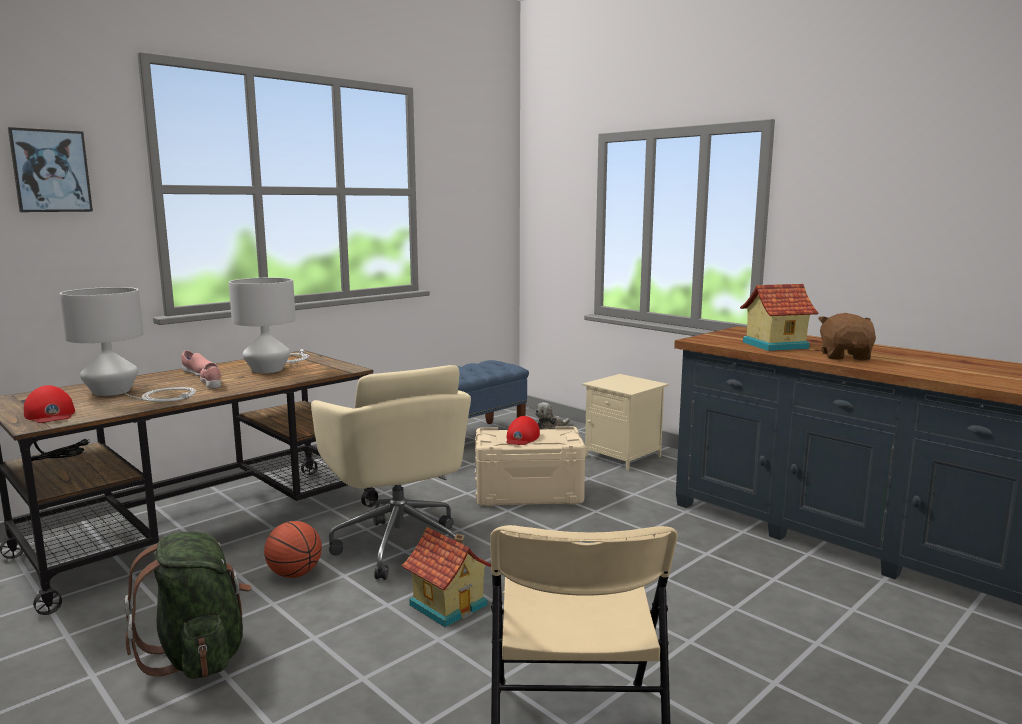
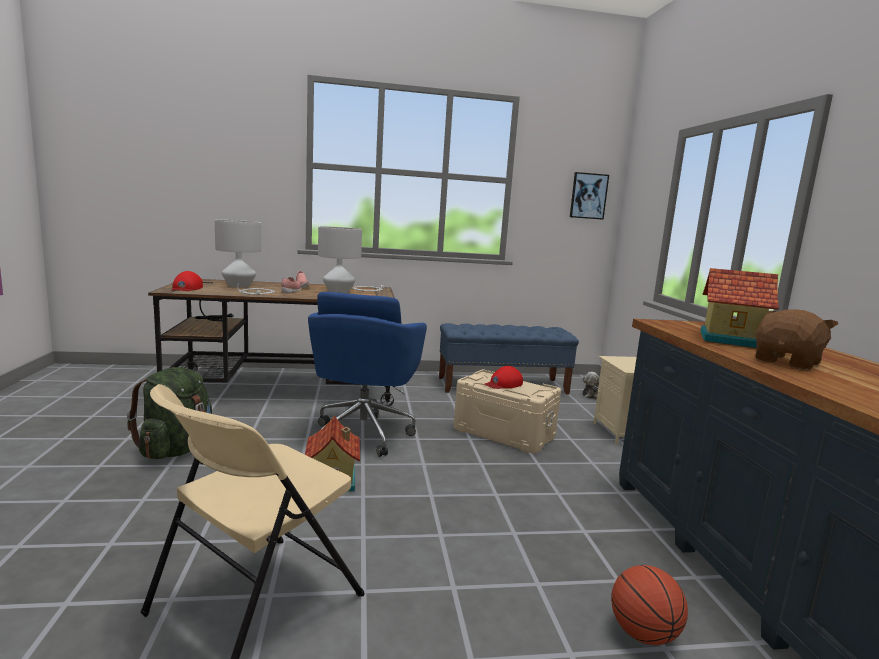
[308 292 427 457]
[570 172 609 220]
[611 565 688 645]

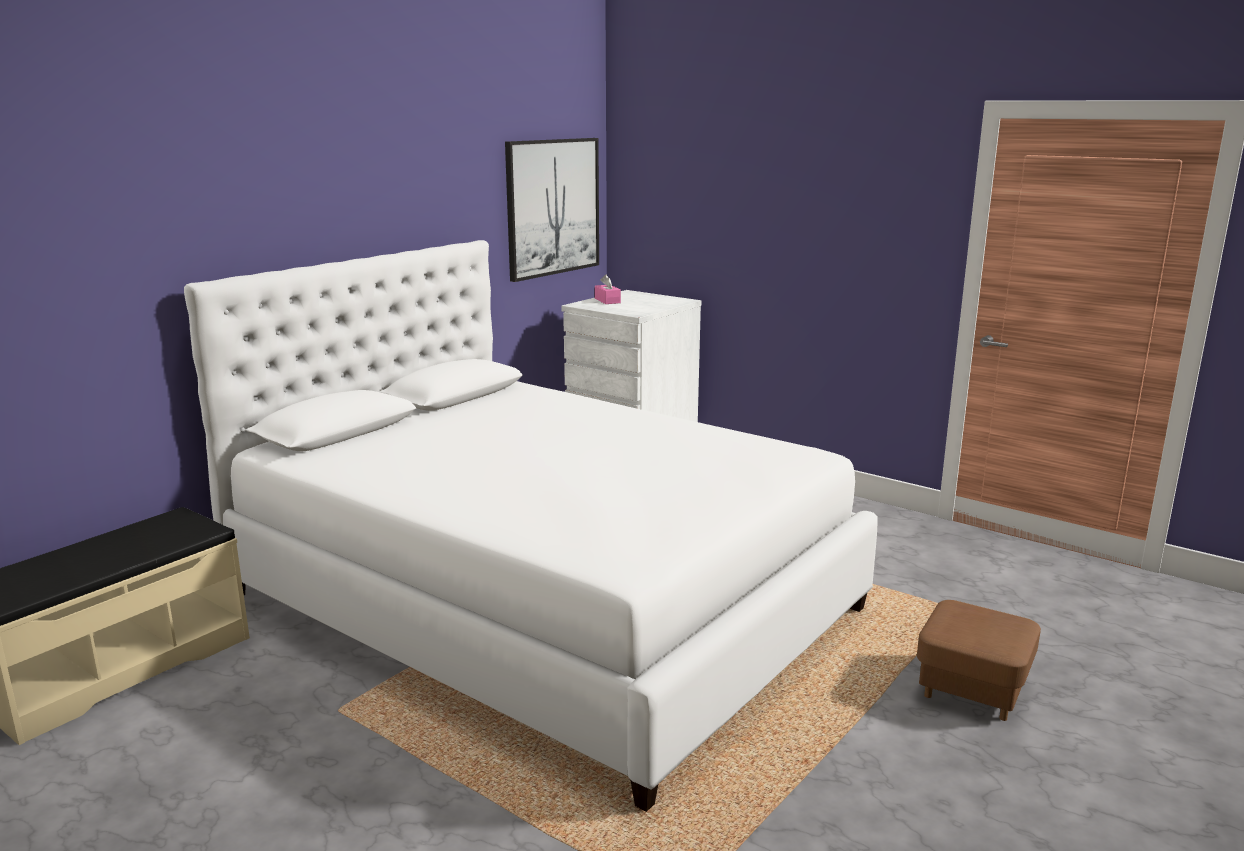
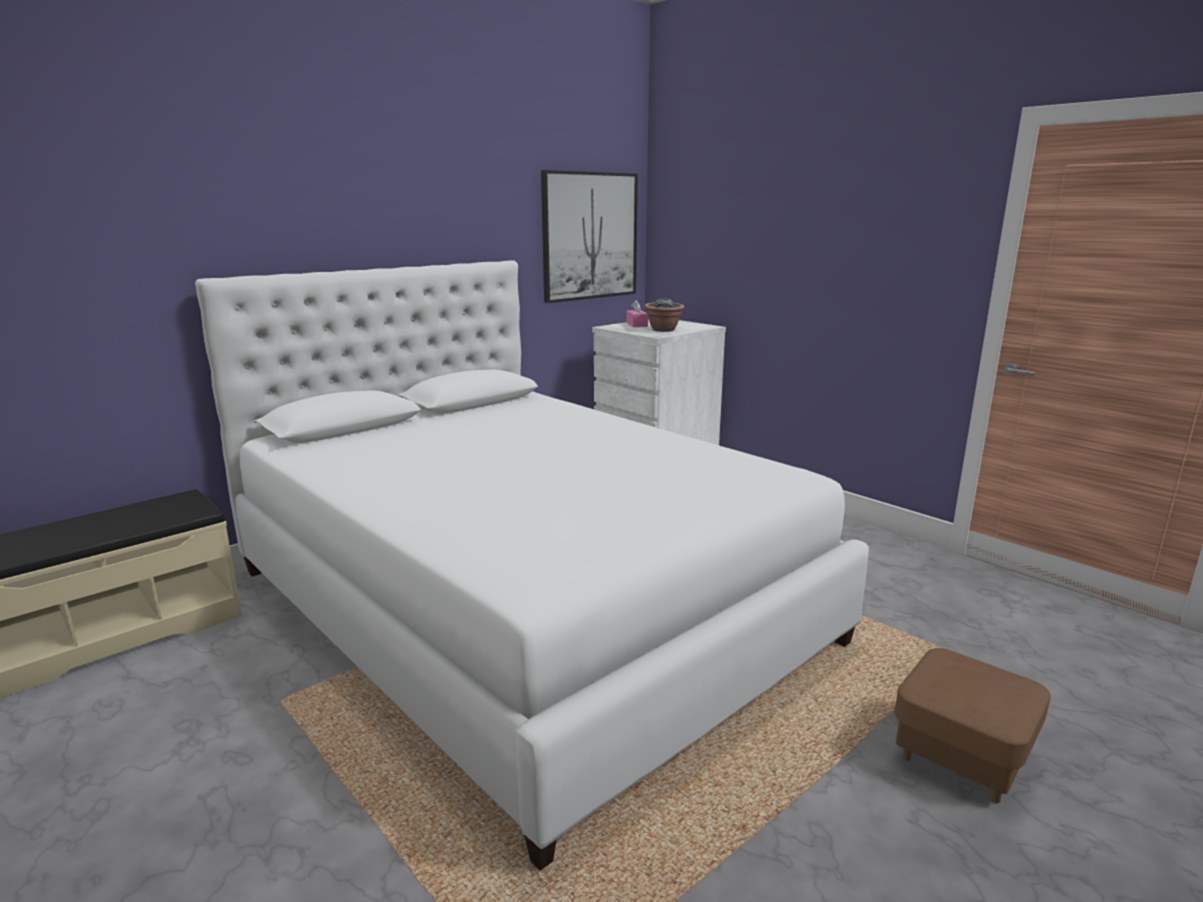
[644 297 685 332]

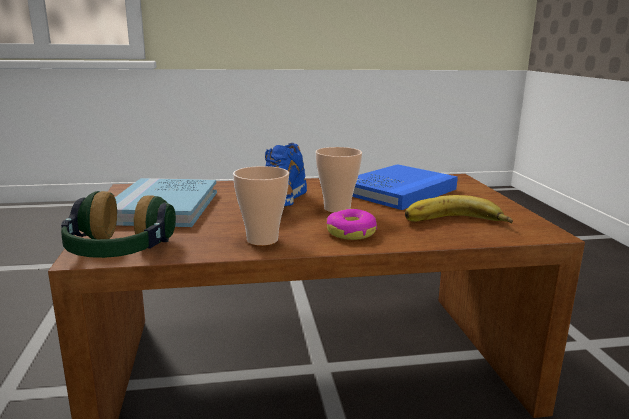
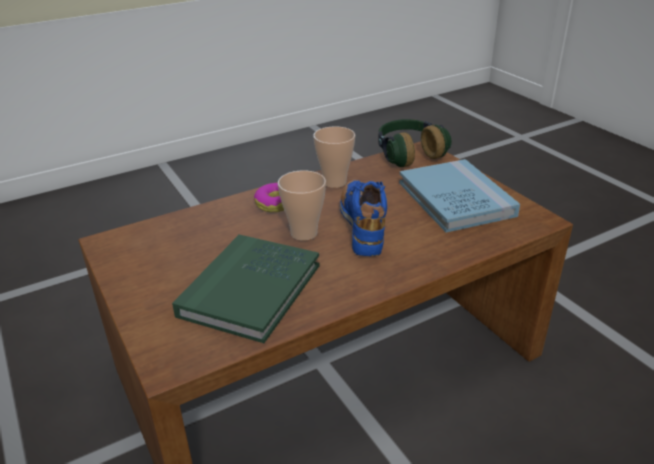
[172 235 319 343]
[405 195 513 224] (first image)

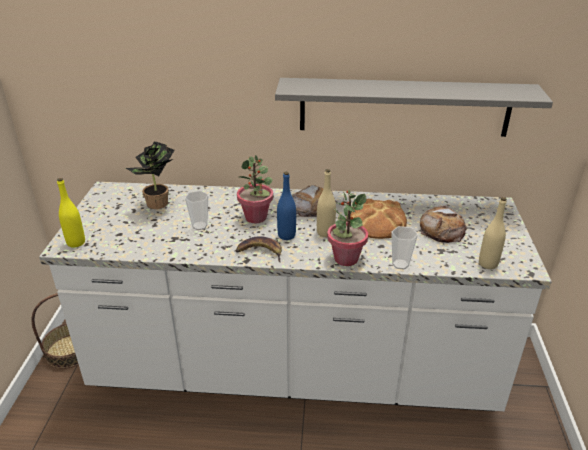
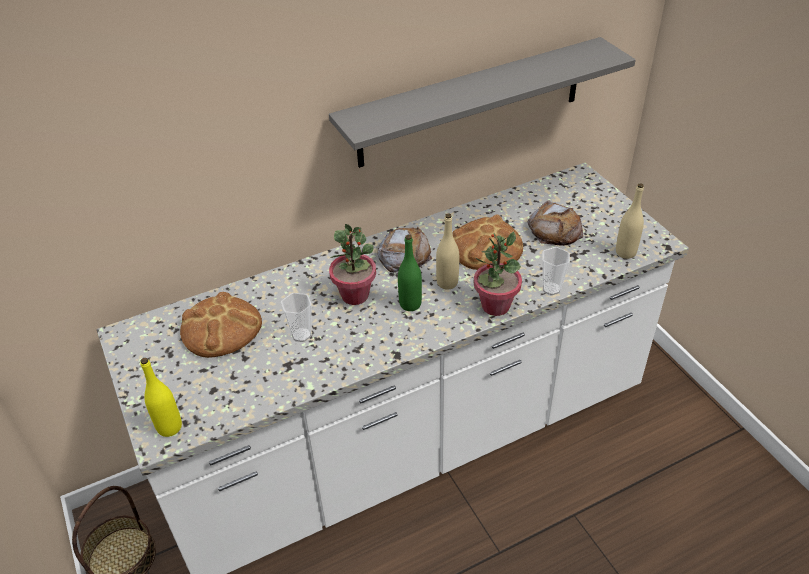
[180 292 262 358]
[398 235 422 311]
[236 236 282 262] (first image)

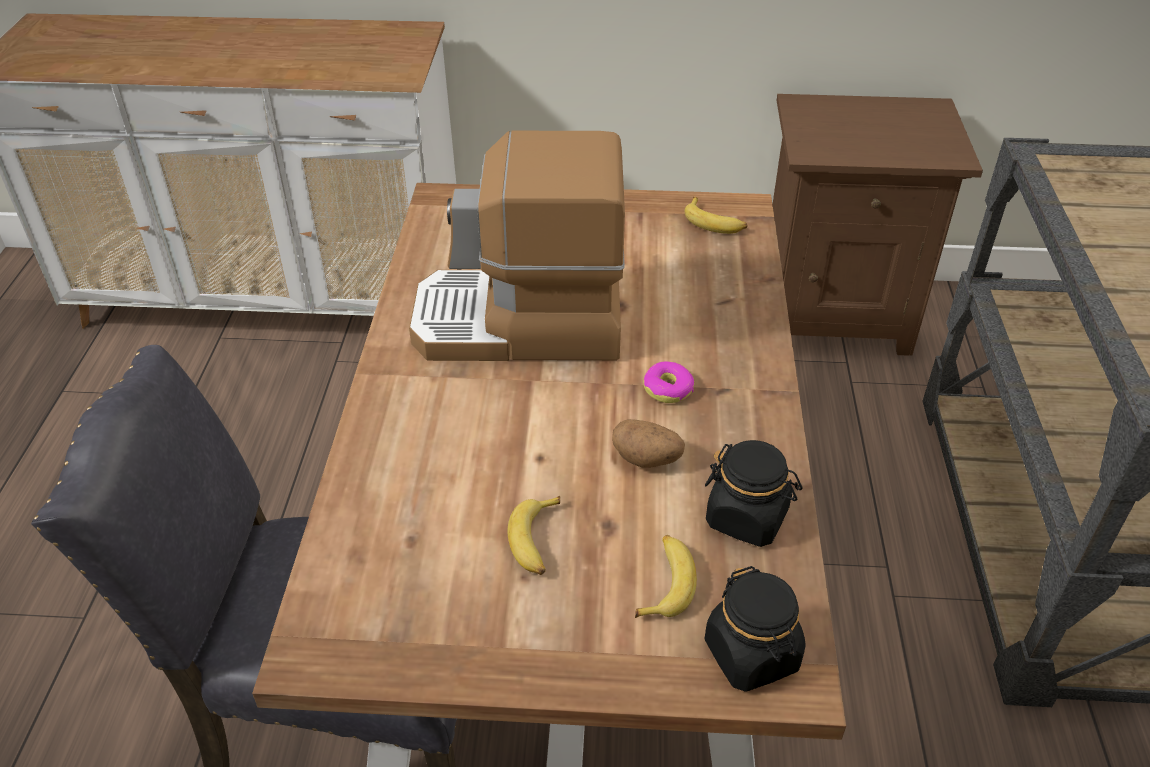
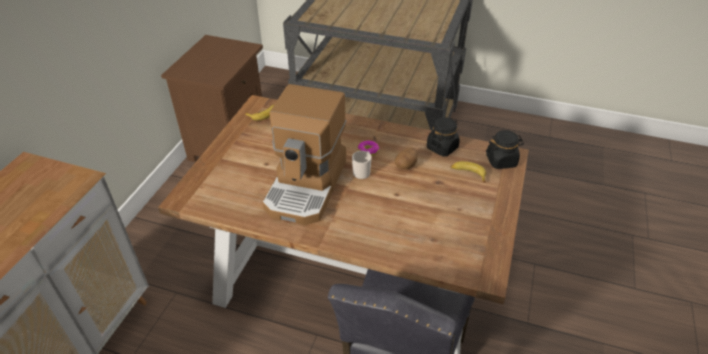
[352 151 372 179]
[508 496 560 575] (first image)

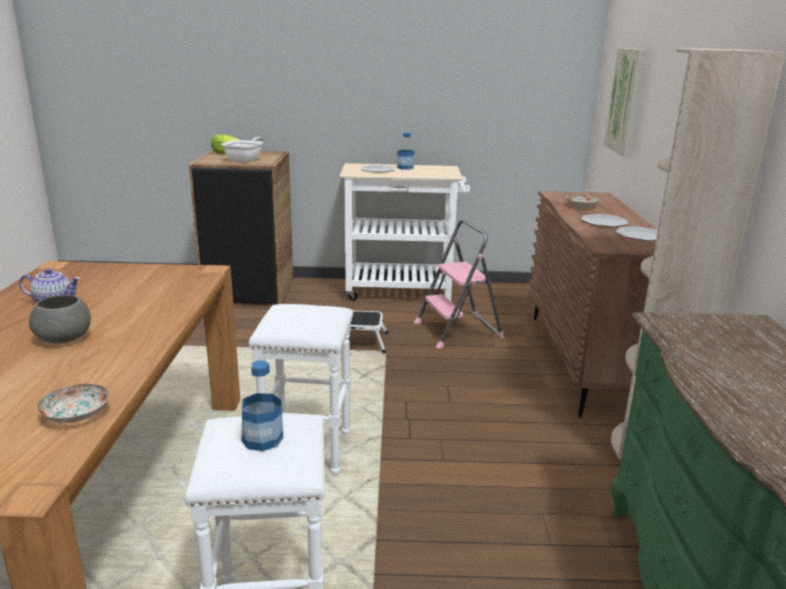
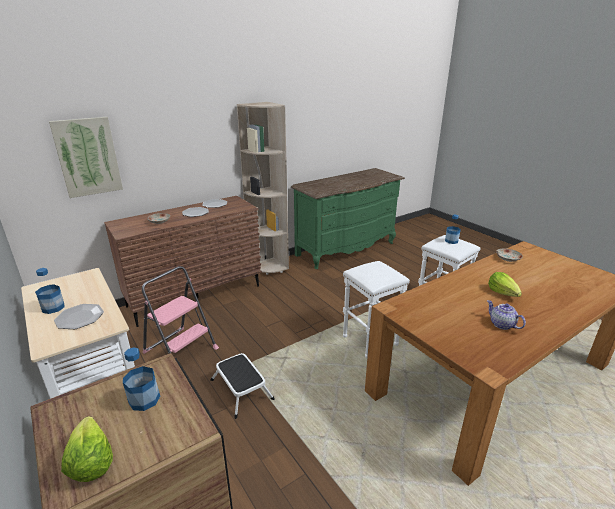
[123 347 160 411]
[488 272 522 297]

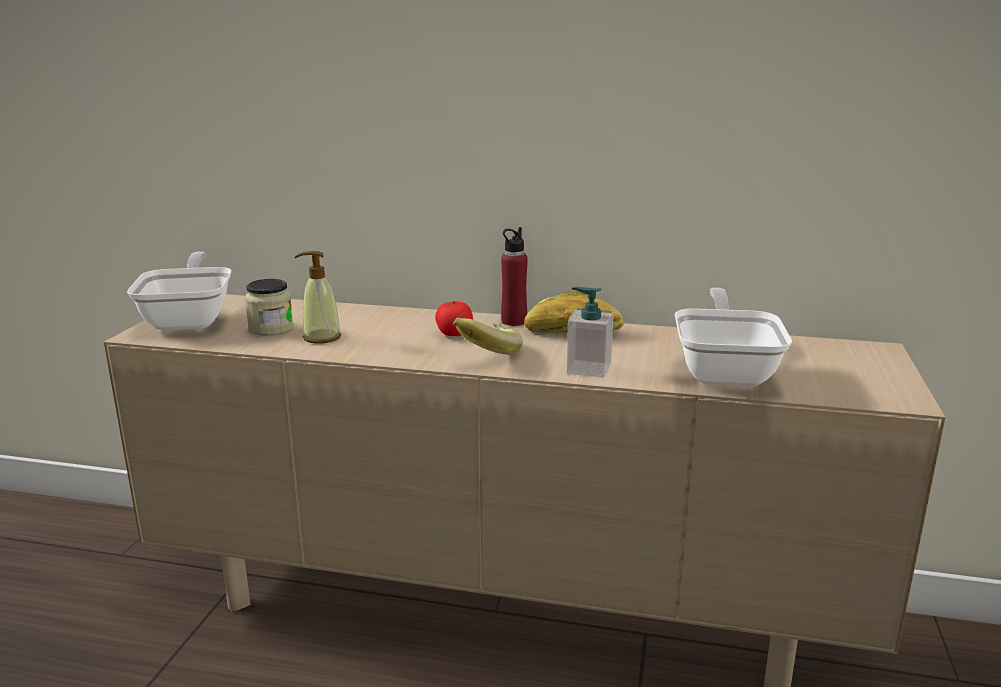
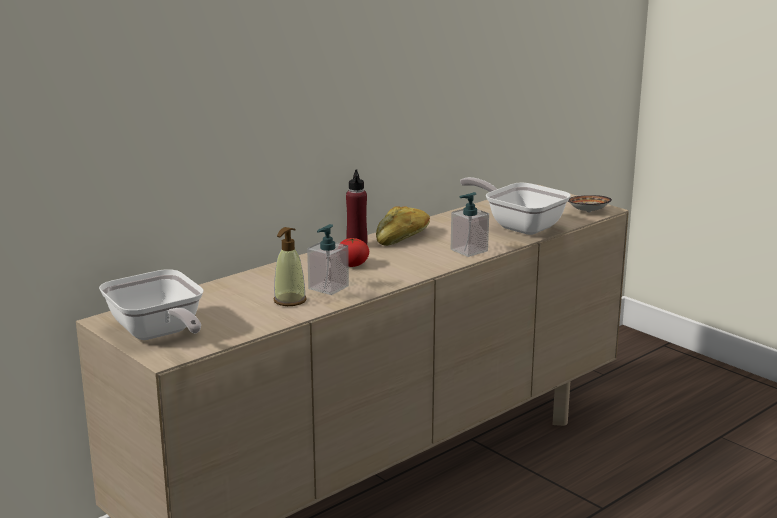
[99 269 204 340]
[307 224 349 295]
[568 195 612 212]
[245 279 293 336] (first image)
[453 318 523 354] (first image)

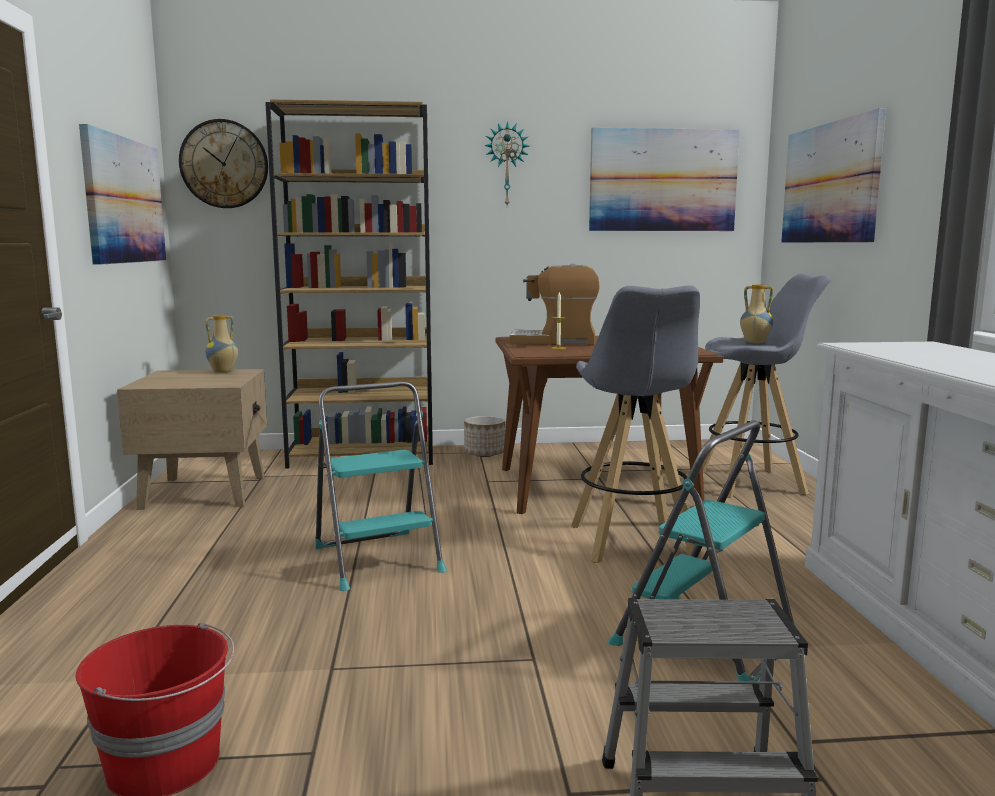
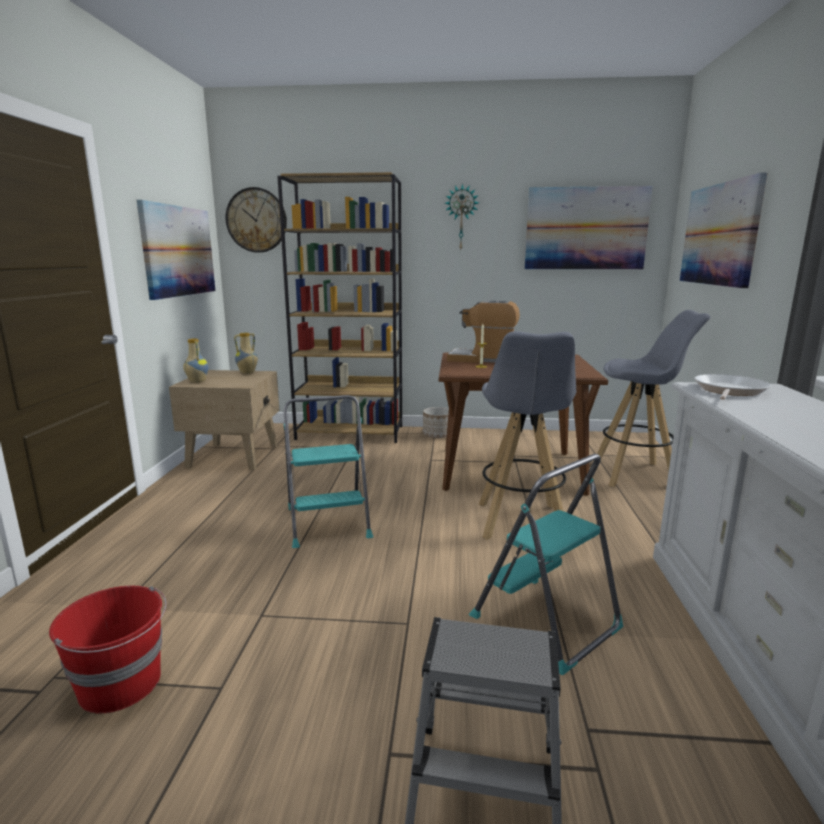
[183 339 209 383]
[694 374 771 400]

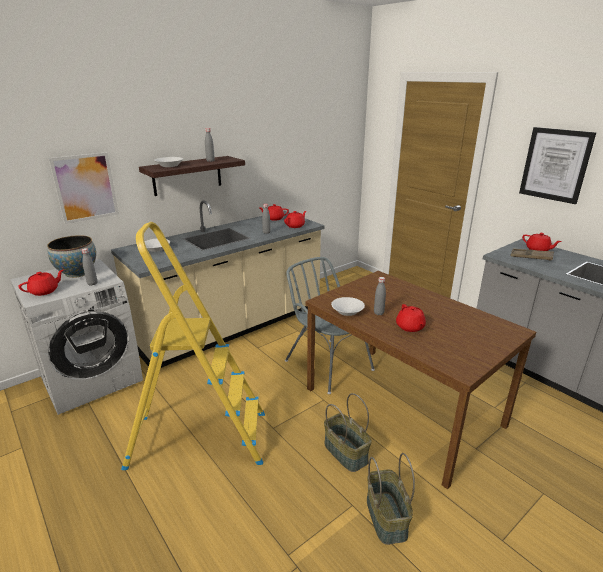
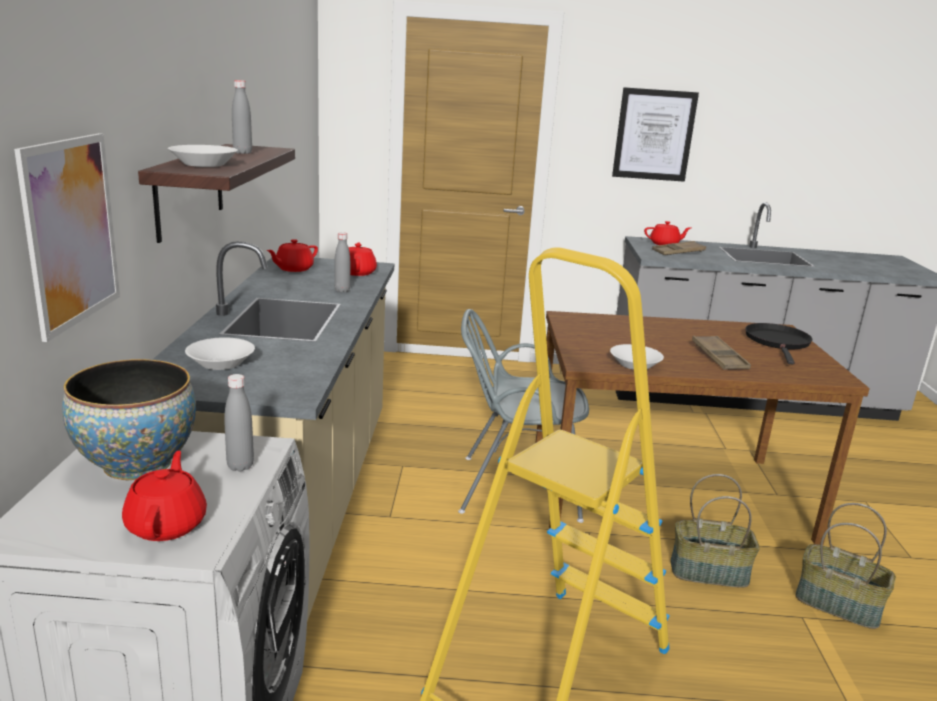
[692 336 751 370]
[745 323 812 365]
[374 277 386 315] (first image)

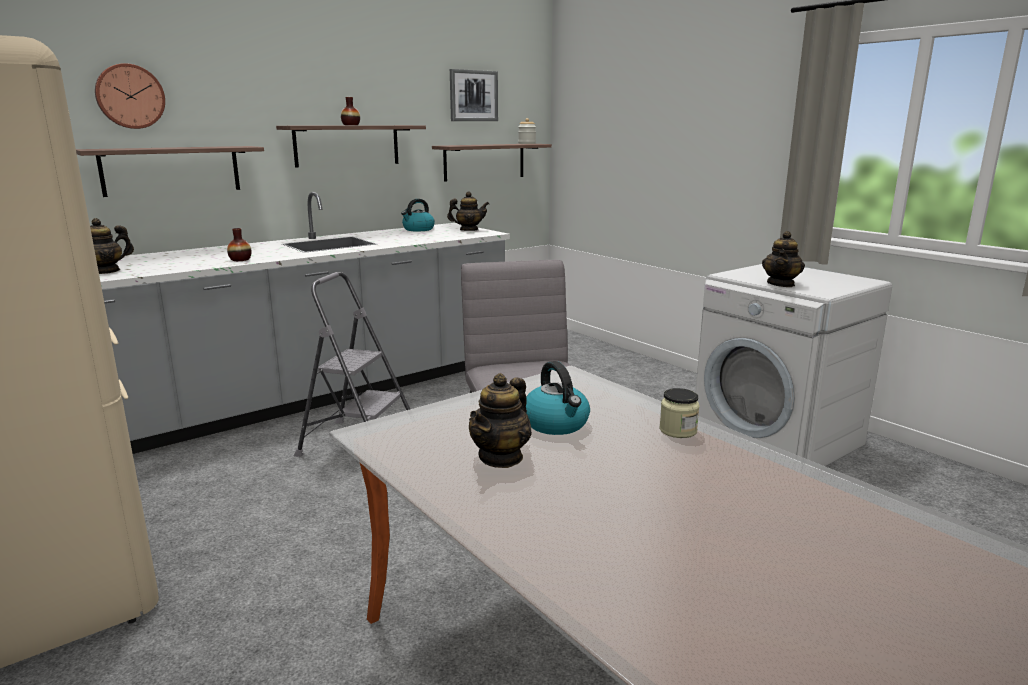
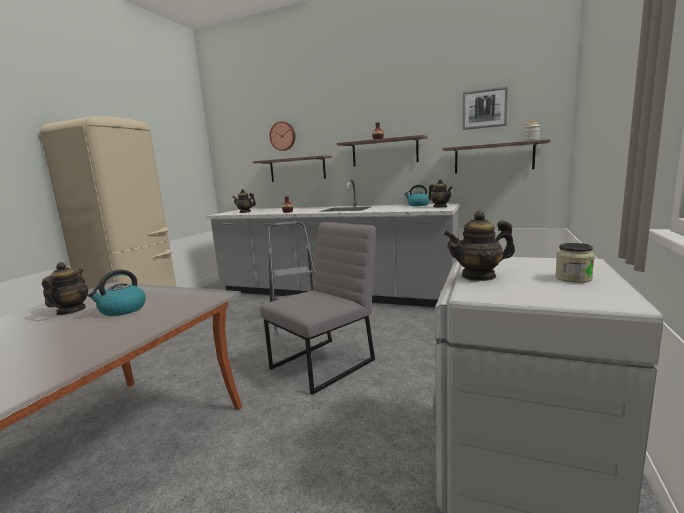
[42 262 88 315]
[555 243 595 283]

